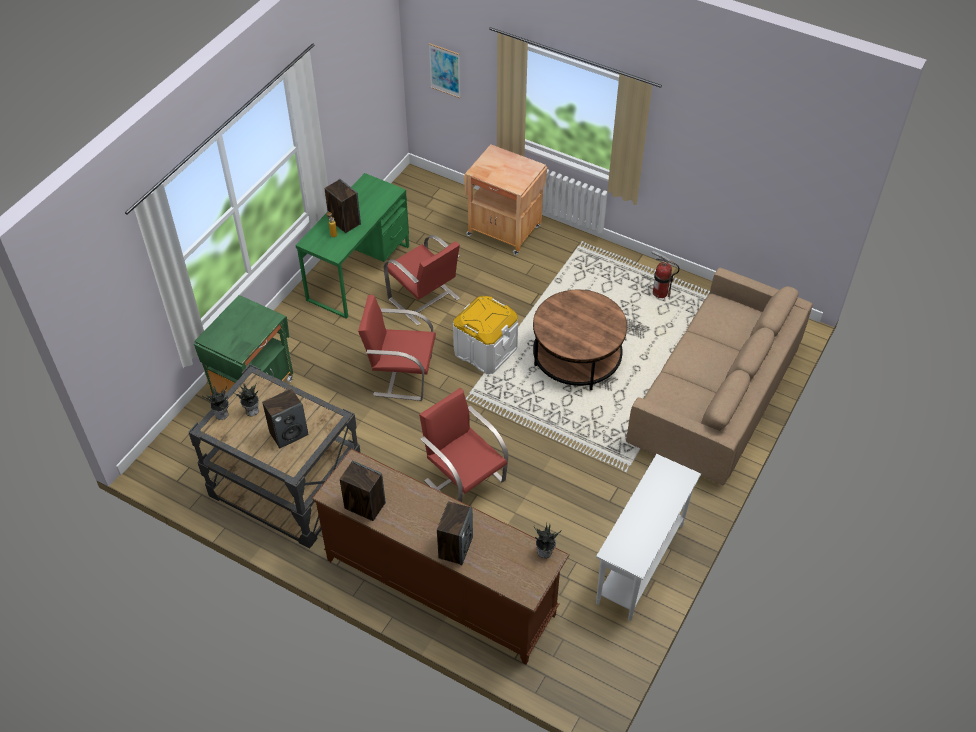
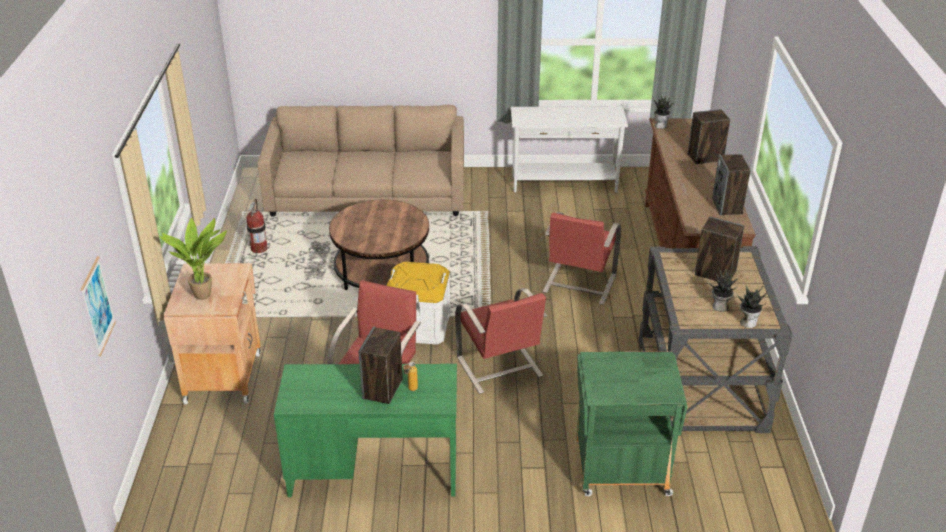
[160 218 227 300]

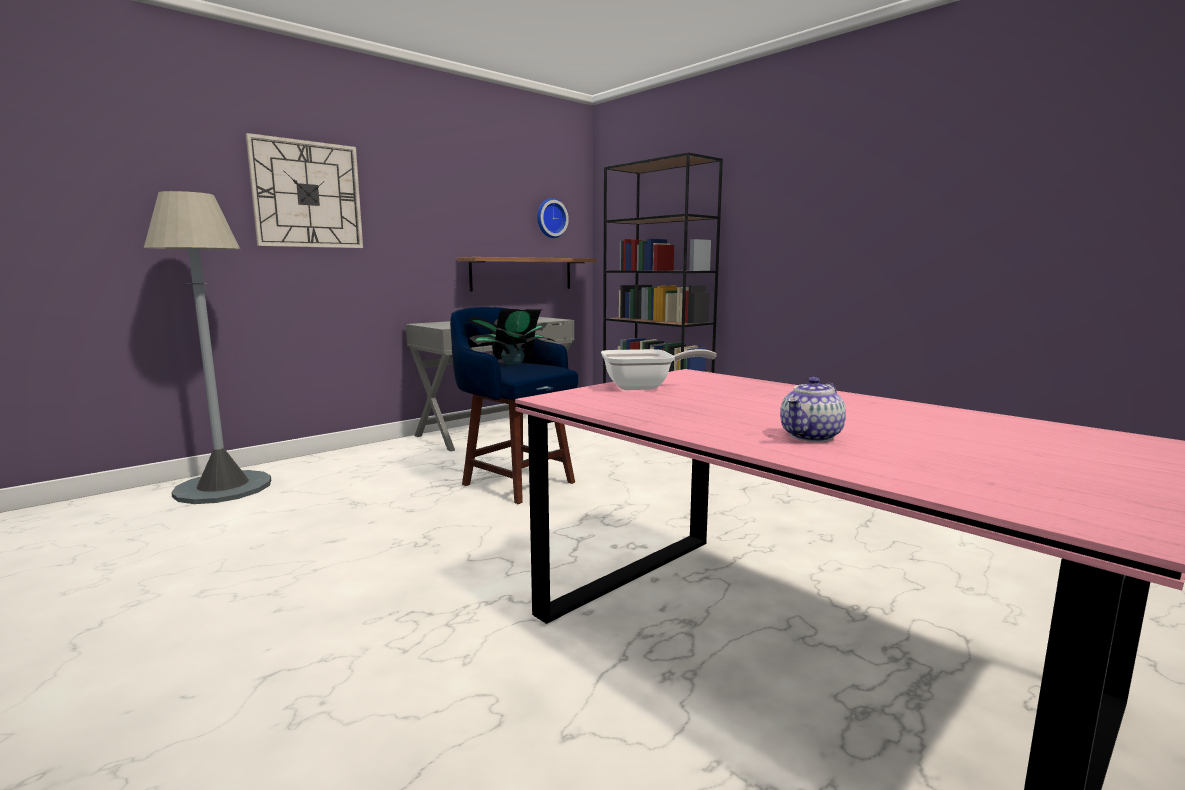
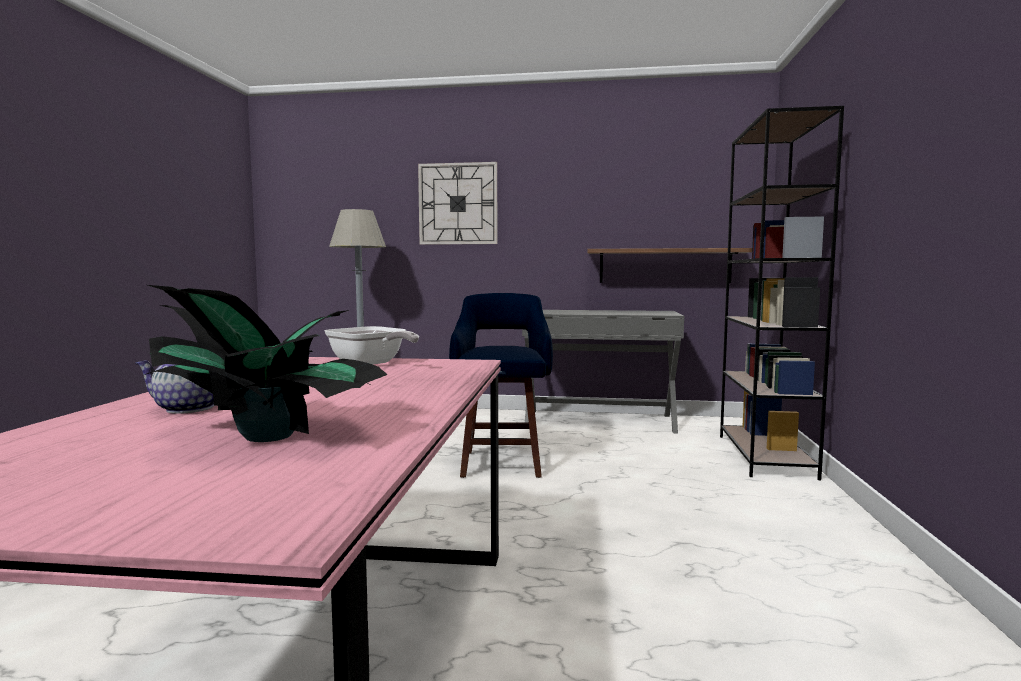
[145 285 388 442]
[537 198 569 238] (first image)

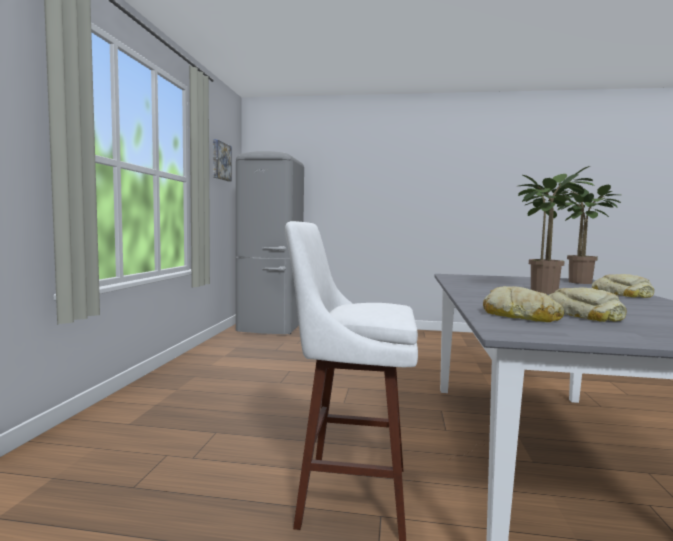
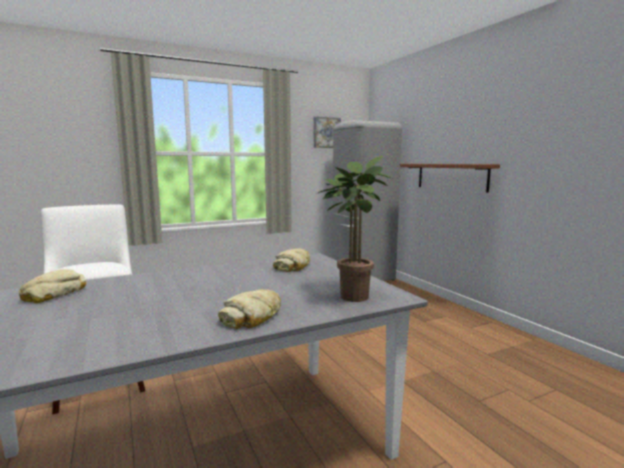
[273 248 311 272]
[400 164 500 193]
[518 166 595 294] (first image)

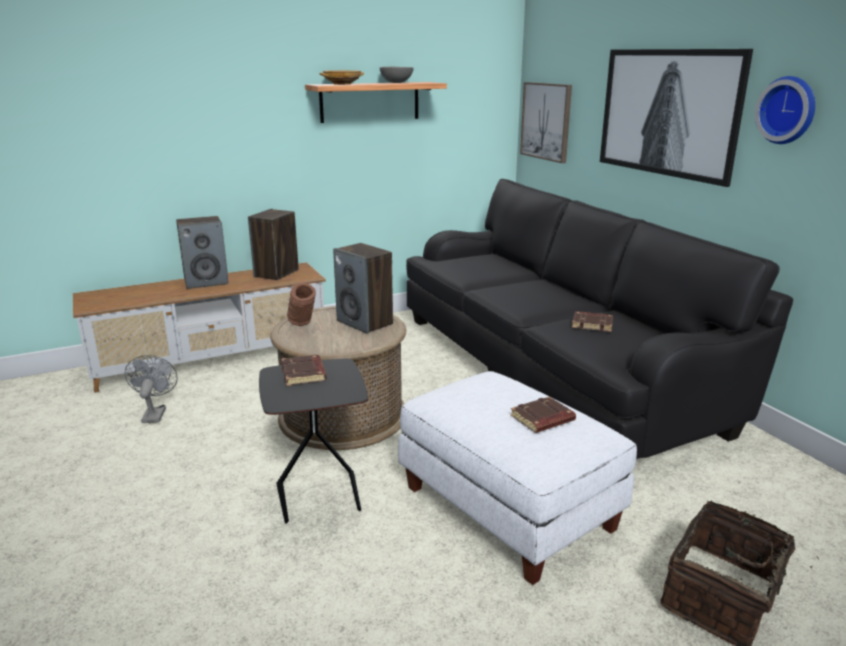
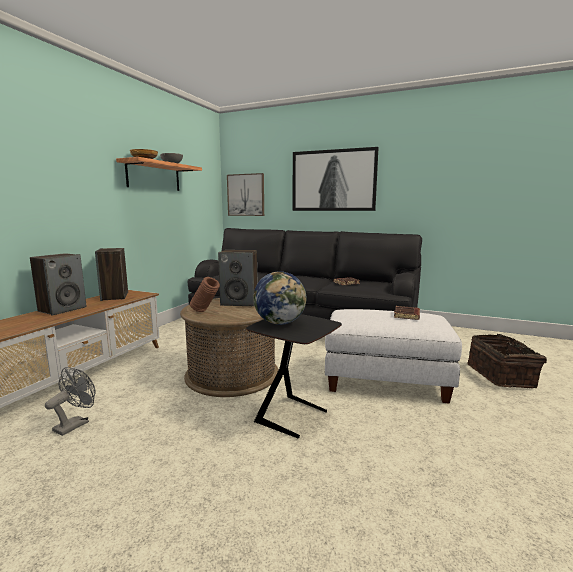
[45 367 96 436]
[253 271 306 325]
[755 76 815 144] (first image)

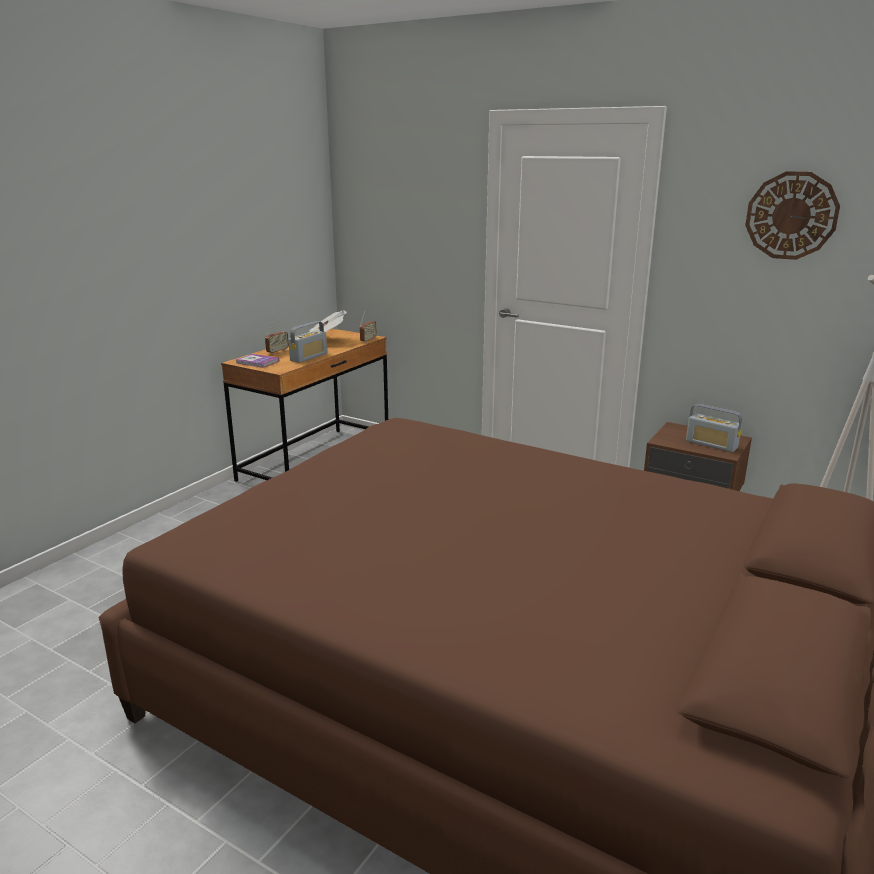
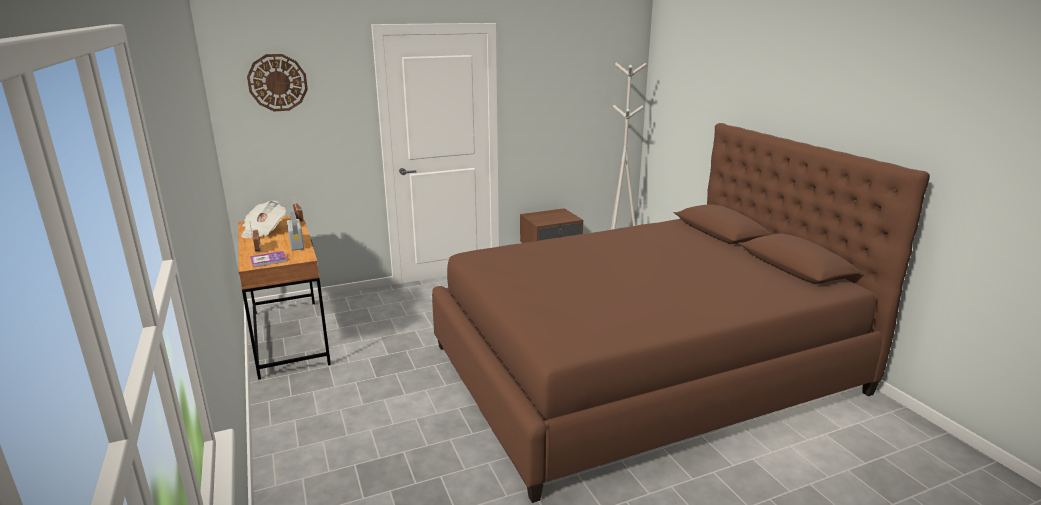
[247 54 308 111]
[686 404 742 452] (first image)

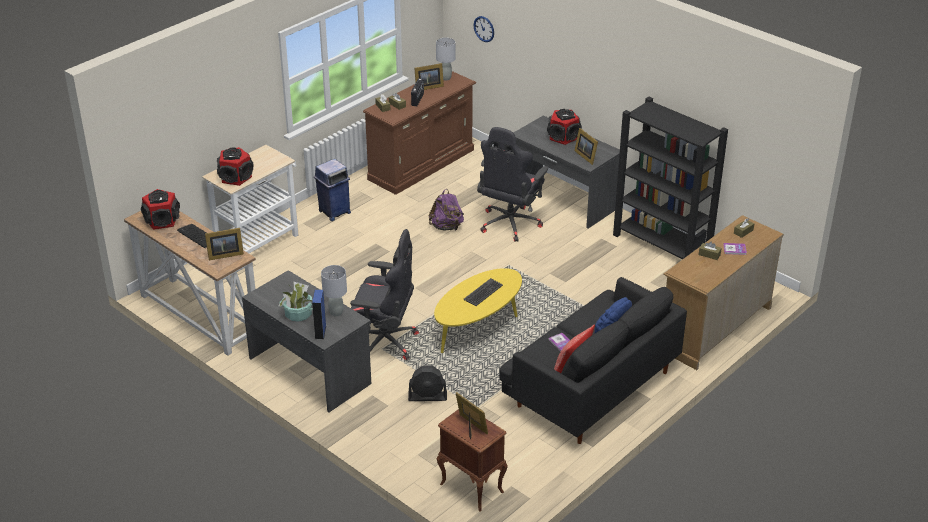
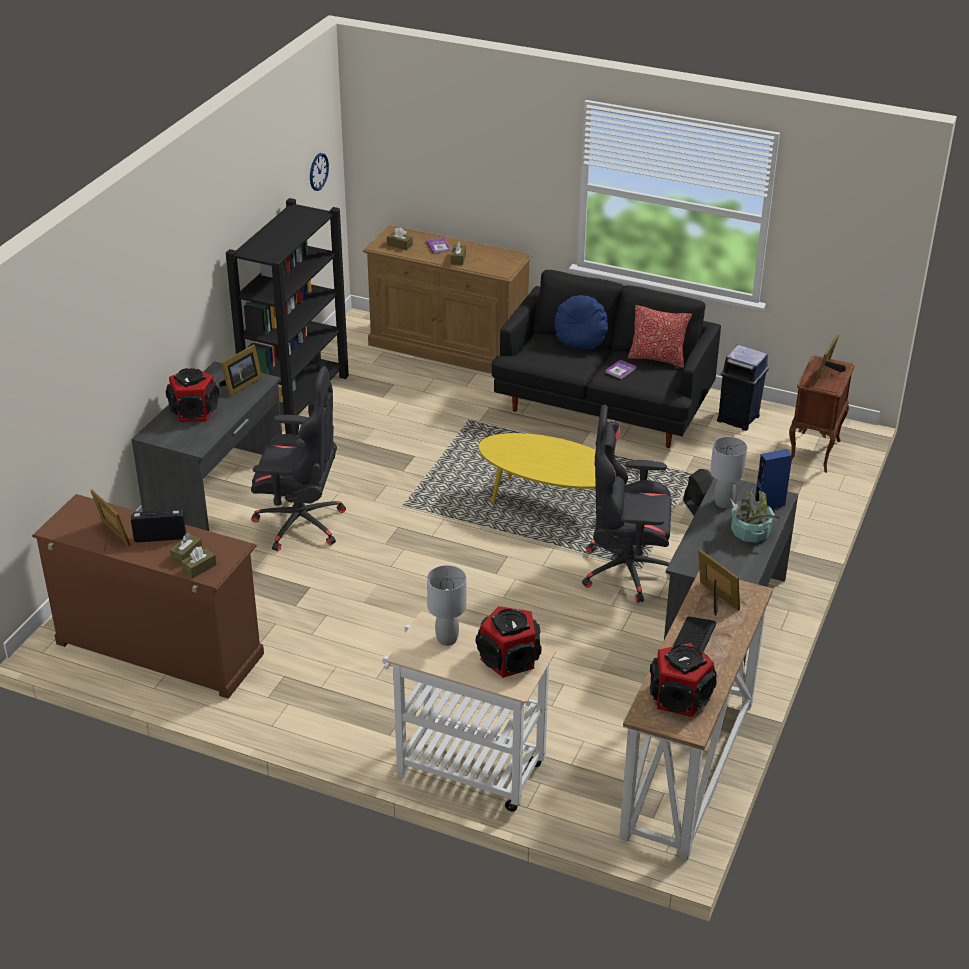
[310 153 329 191]
[427 565 466 646]
[582 404 672 603]
[717 345 769 431]
[429 189 464 231] (first image)
[463 278 503 306] (first image)

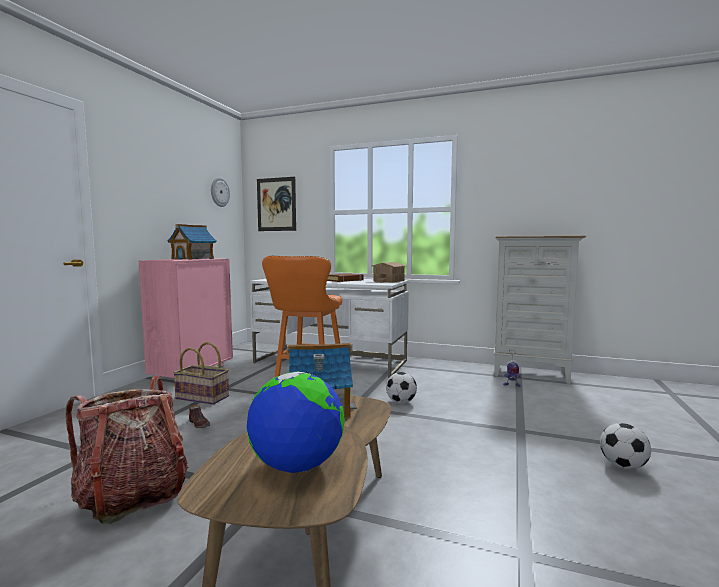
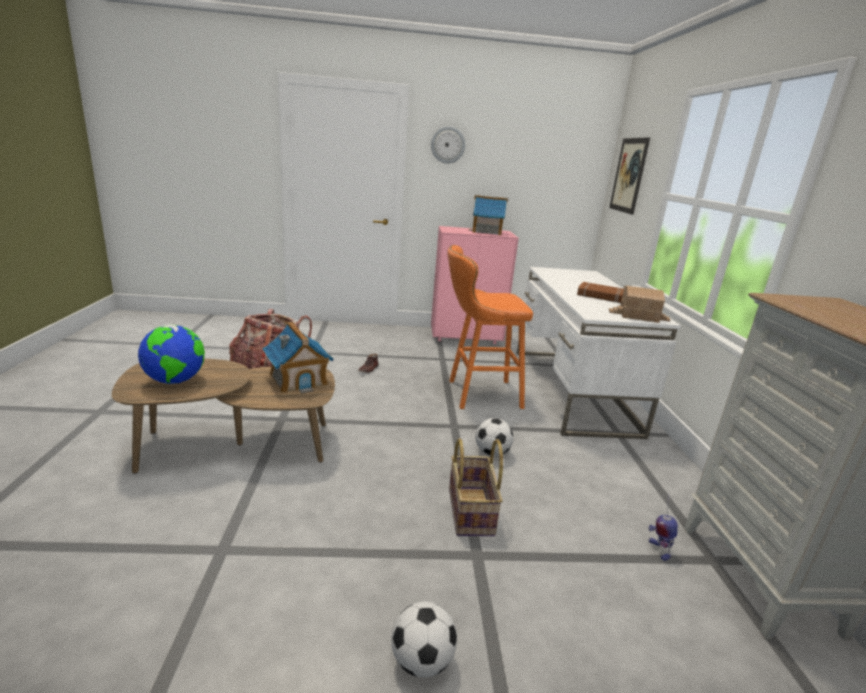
[431 126 465 164]
[449 438 503 536]

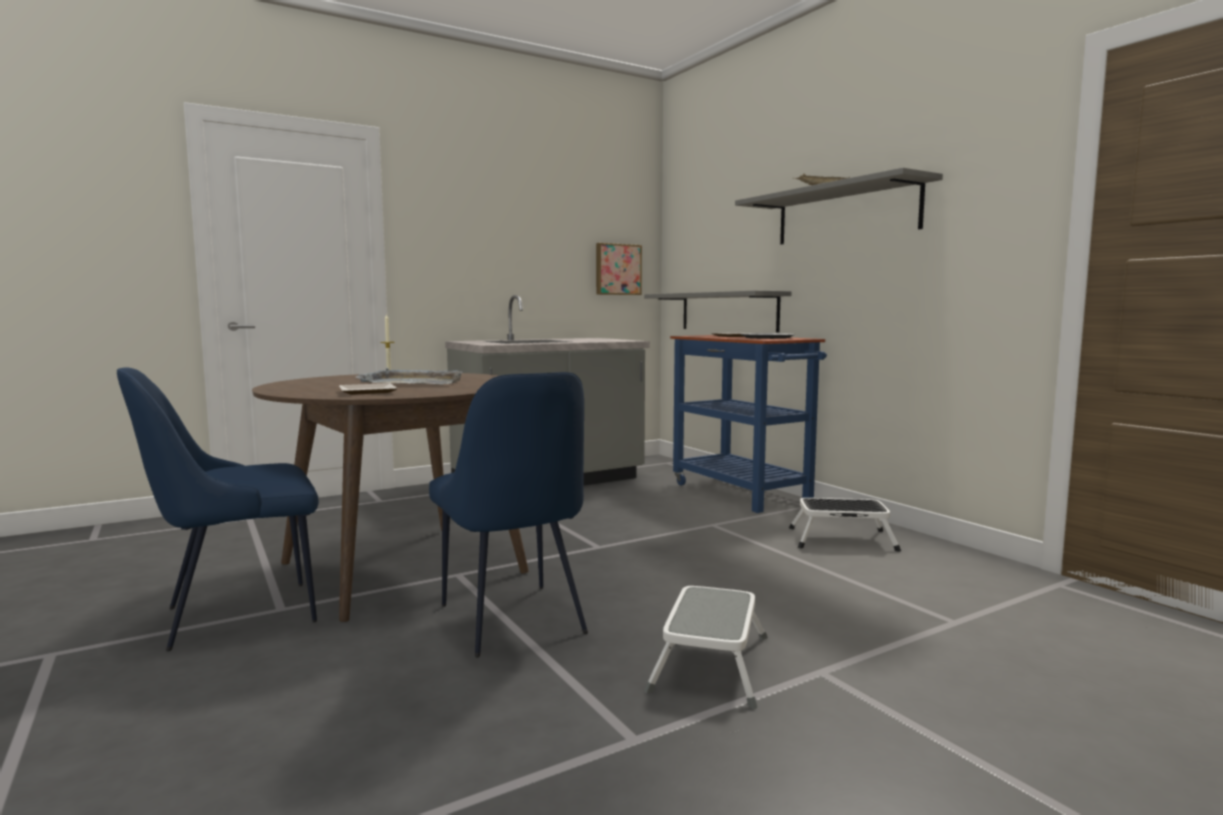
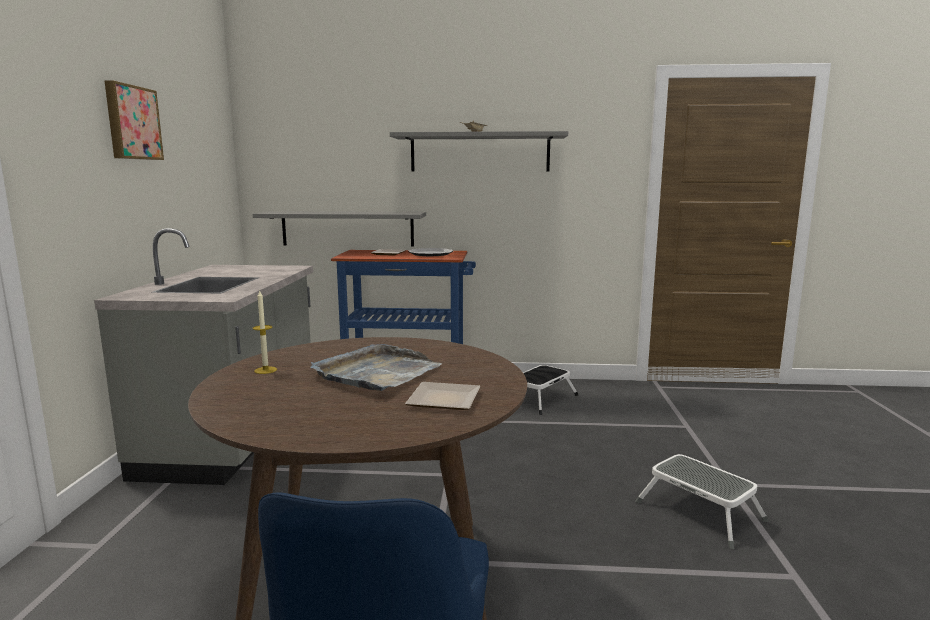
[104 80 164 160]
[429 372 588 657] (first image)

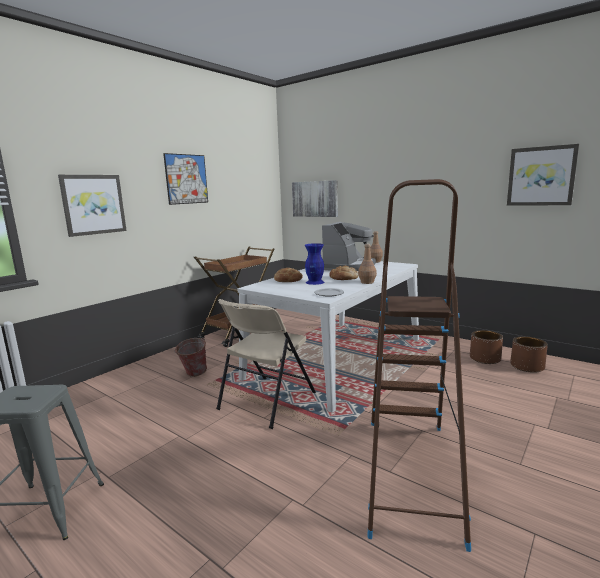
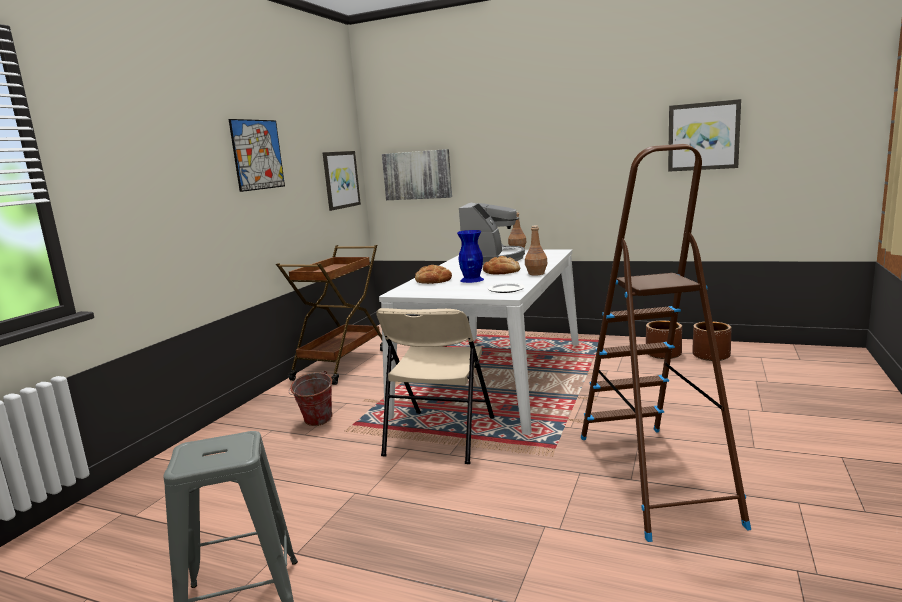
[323 151 361 211]

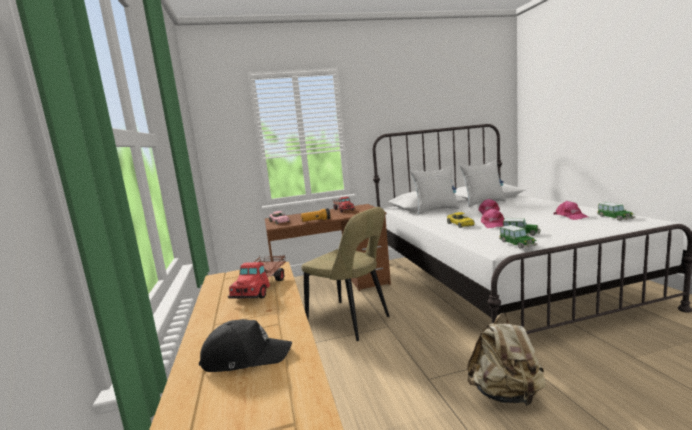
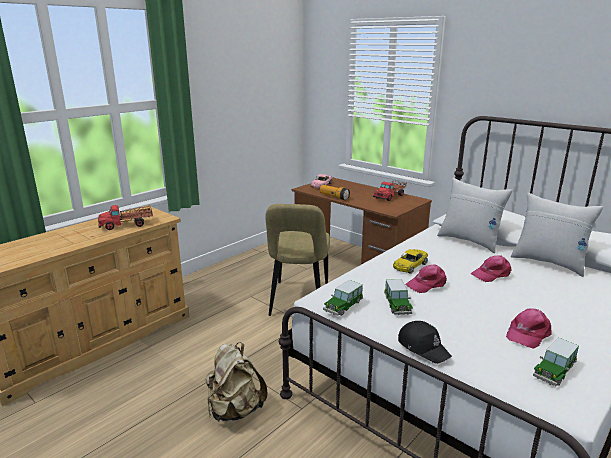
[398 321 452 364]

